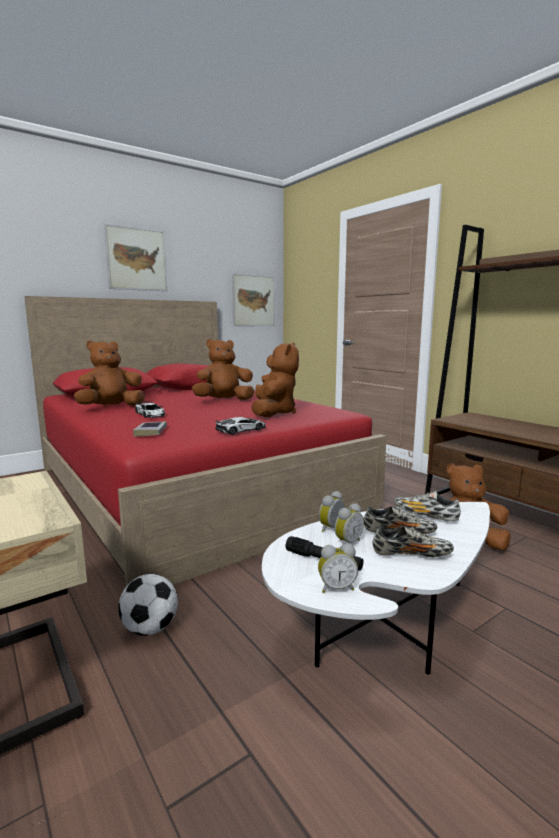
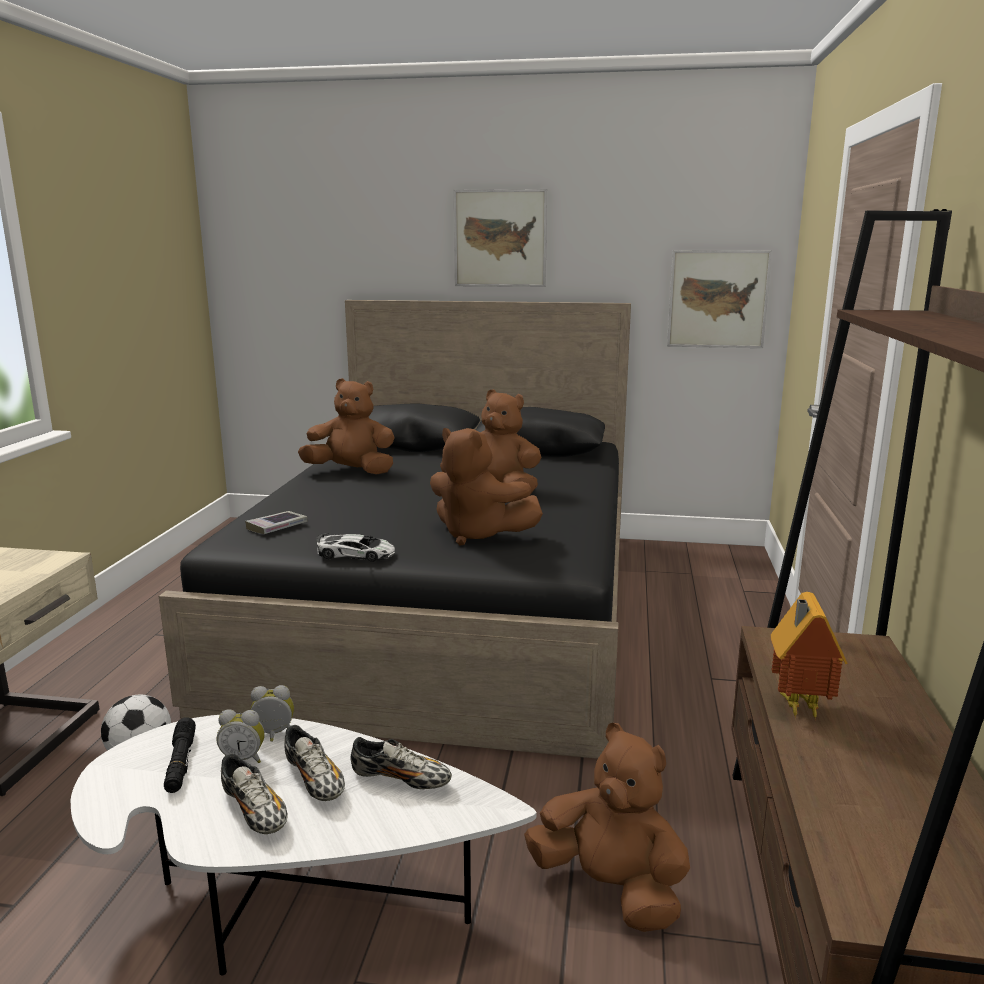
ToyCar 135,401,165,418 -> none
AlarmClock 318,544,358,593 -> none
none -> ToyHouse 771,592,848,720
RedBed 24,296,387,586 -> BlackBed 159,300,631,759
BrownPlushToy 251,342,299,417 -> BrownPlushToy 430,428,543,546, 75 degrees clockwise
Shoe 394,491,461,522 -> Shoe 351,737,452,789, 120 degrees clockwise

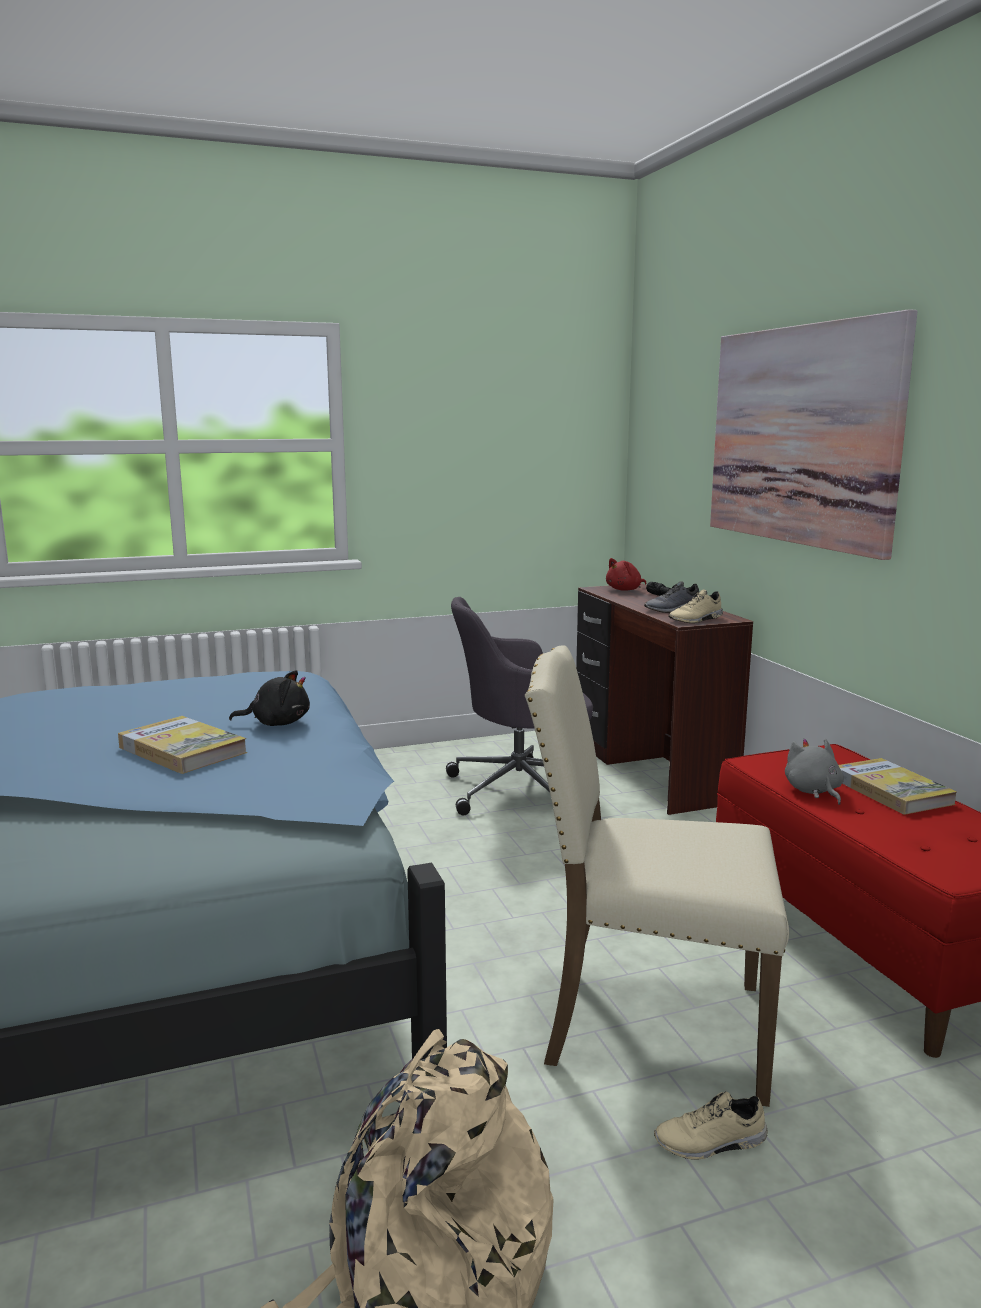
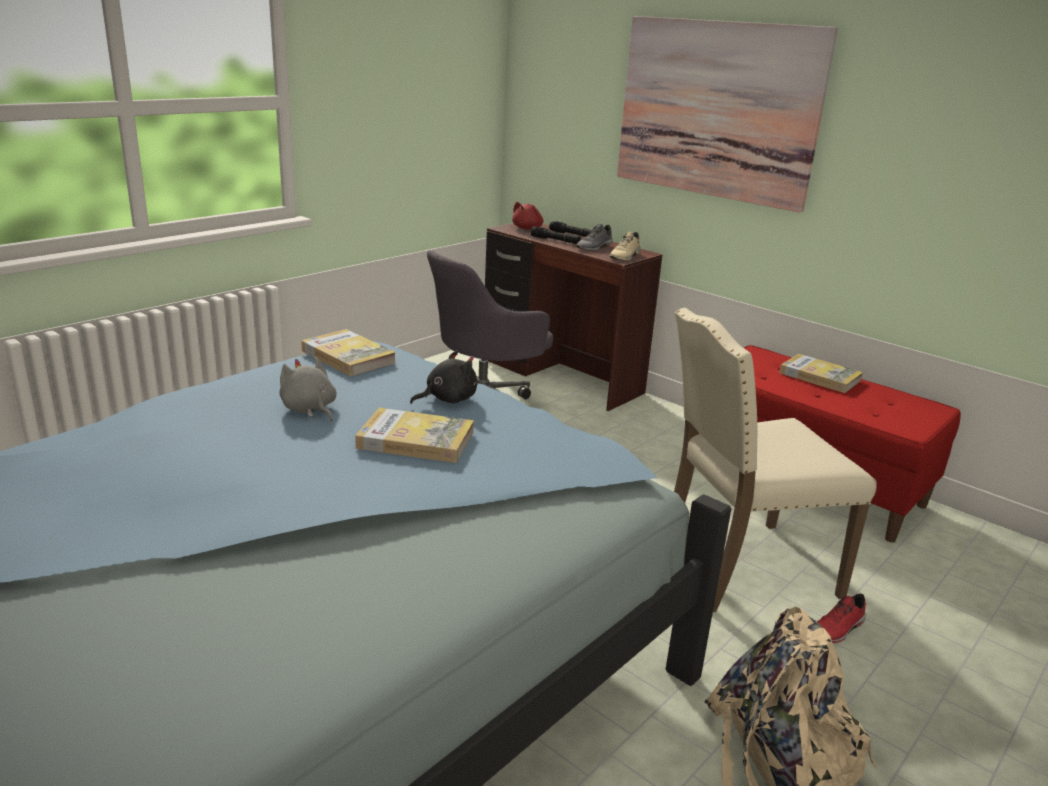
none -> Book 301,329,396,376
none -> BlackFlashlight 531,226,580,244
GreyPlushToy 785,739,844,805 -> GreyPlushToy 279,357,336,421, relocated
BeigeShoe 654,1091,768,1160 -> RedShoe 817,593,866,643

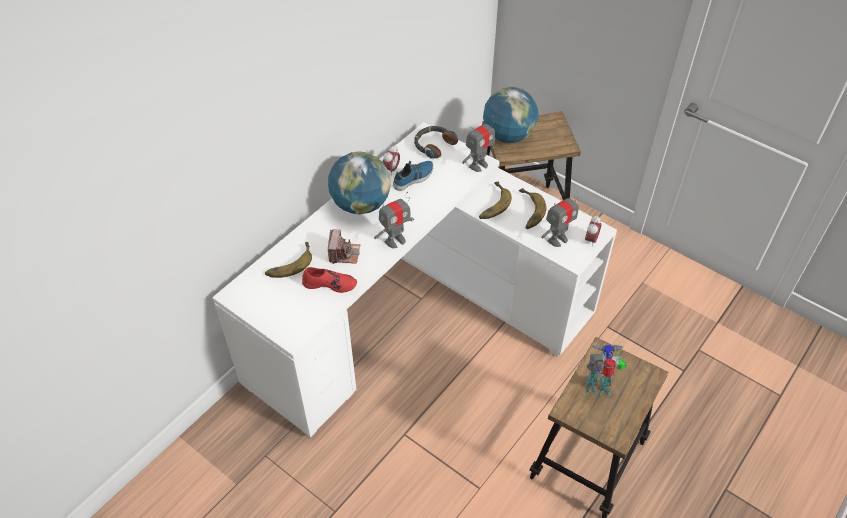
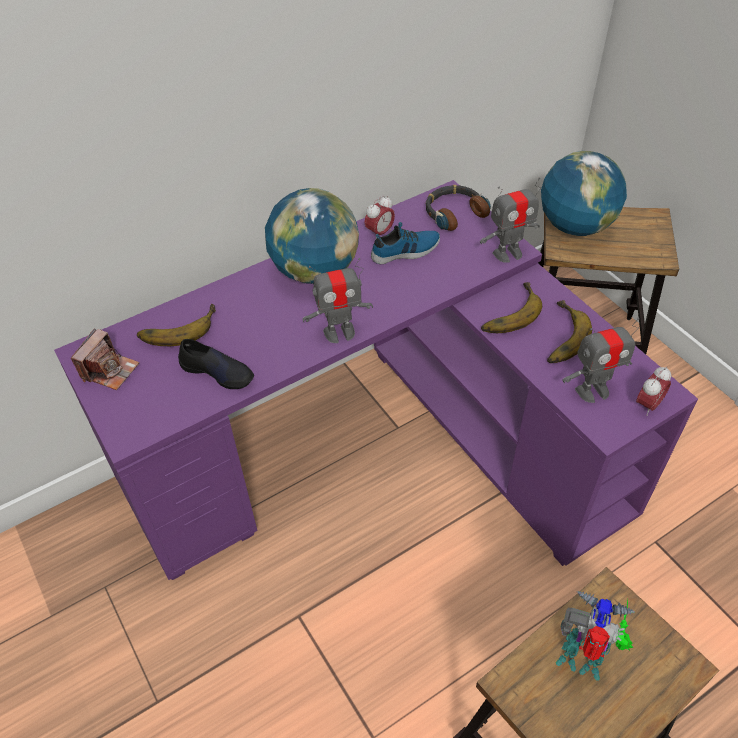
PhotoCamera 328,229,360,264 -> PhotoCamera 71,328,139,390, relocated
WhiteDesk 212,122,617,438 -> PurpleDesk 54,180,698,580
RedShoe 302,267,357,293 -> BlackShoe 178,339,254,389

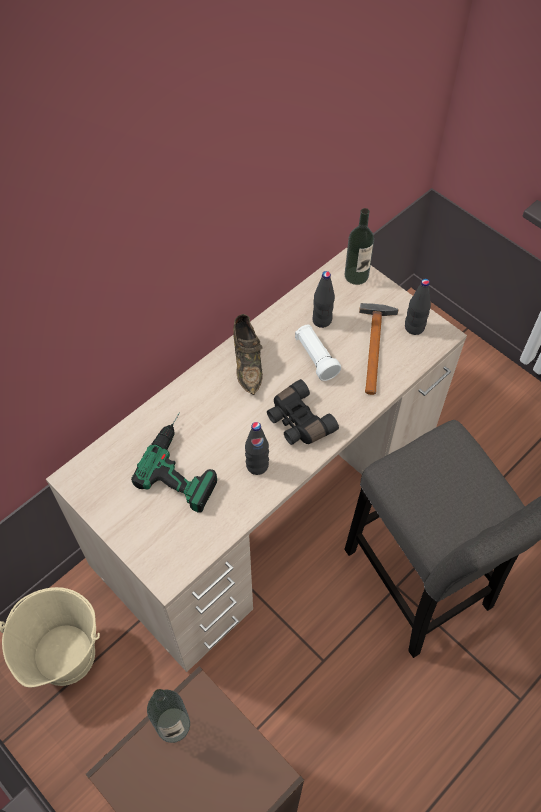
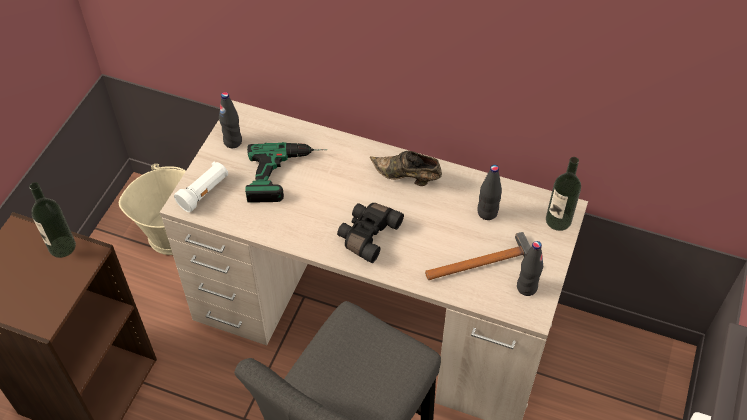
BlackBottle 245,422,269,475 -> BlackBottle 219,92,242,148, relocated
WhiteFlashlight 295,325,341,381 -> WhiteFlashlight 174,162,228,212, relocated
BrownShoe 233,314,263,395 -> BrownShoe 370,151,442,186, 60 degrees clockwise

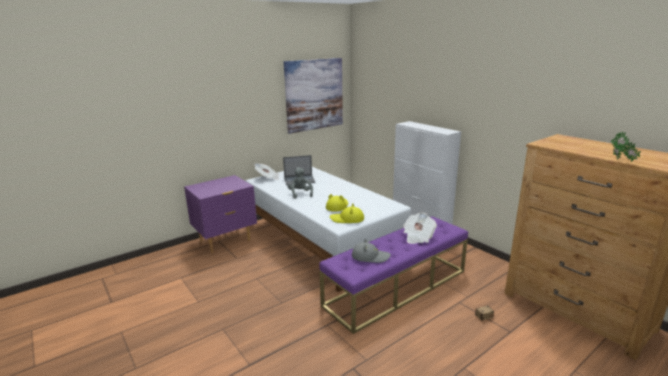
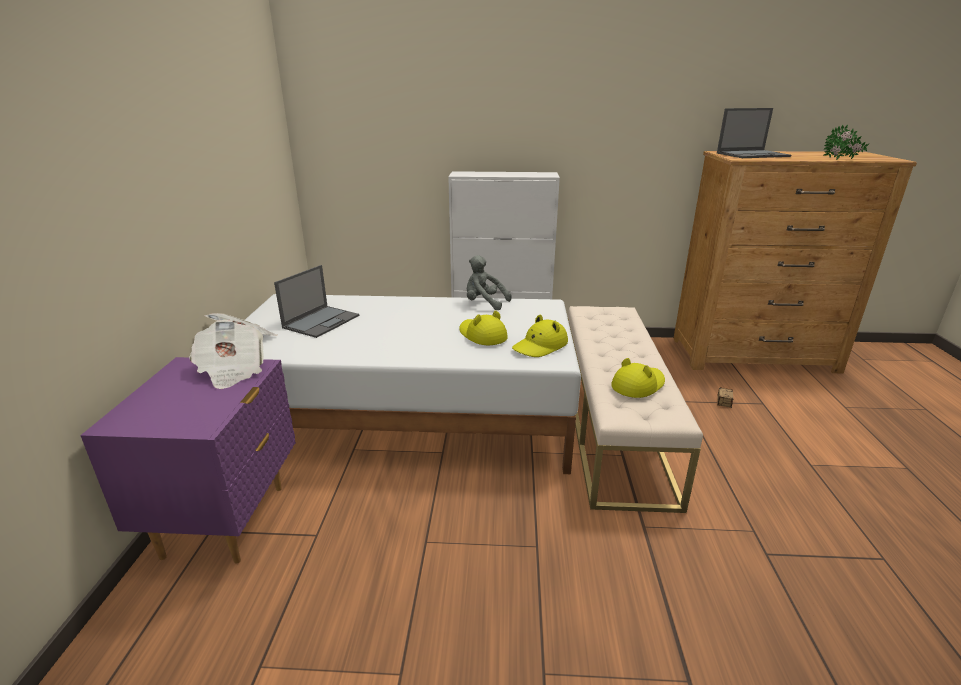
Picture 284,58,343,134 -> none
none -> Laptop 717,108,791,158
GreyPlushToy 288,167,313,199 -> GreyPlushToy 467,255,512,310, relocated
Newspaper 403,213,437,244 -> Newspaper 189,320,264,389, relocated
PurpleBench 319,216,468,334 -> BeigeBench 568,306,703,513
GreyHat 352,238,391,263 -> YellowHat 611,358,665,398

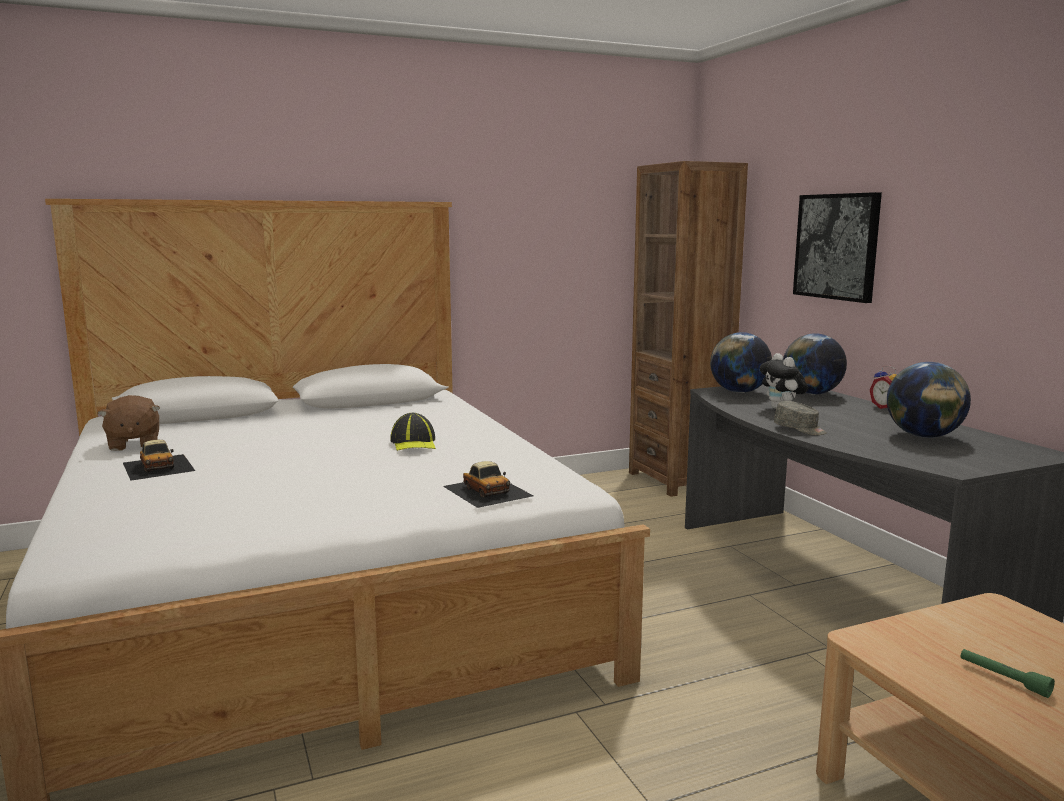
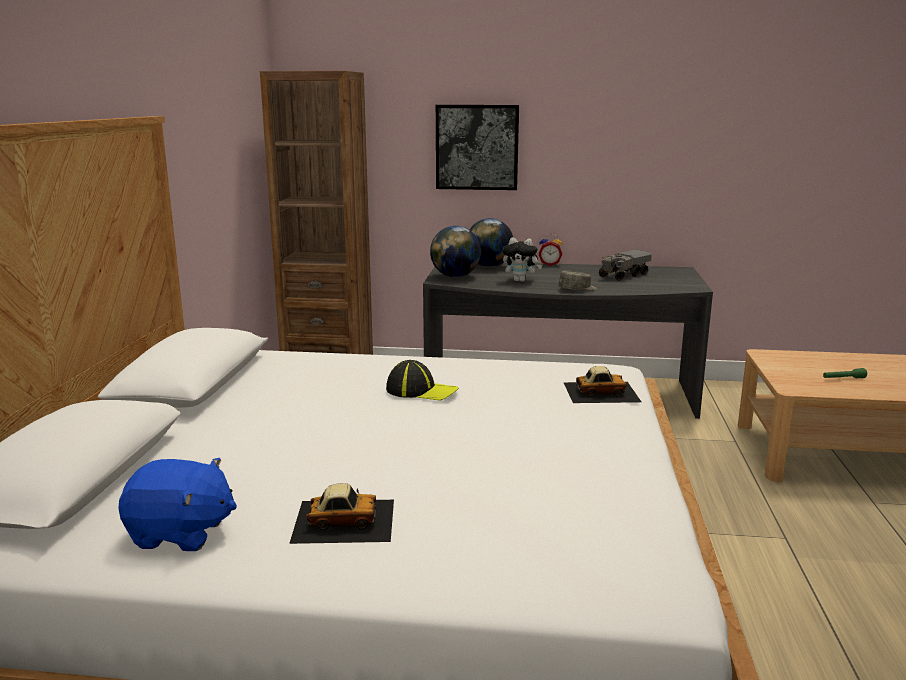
Globe 887,362,971,438 -> ToyTruck 599,249,652,281
BrownPlushToy 98,395,160,451 -> BluePlushToy 119,458,237,551

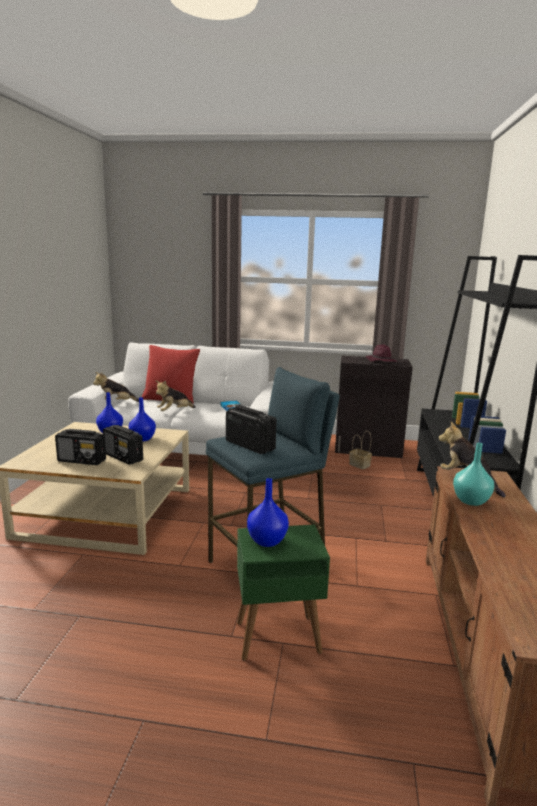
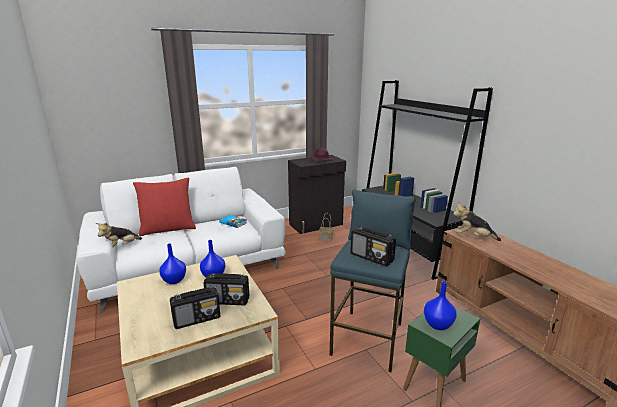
PlushToy 156,380,196,411 -> none
TurquoiseVase 453,443,494,506 -> none
Radio 226,405,277,454 -> Radio 350,226,396,266, 150 degrees counterclockwise

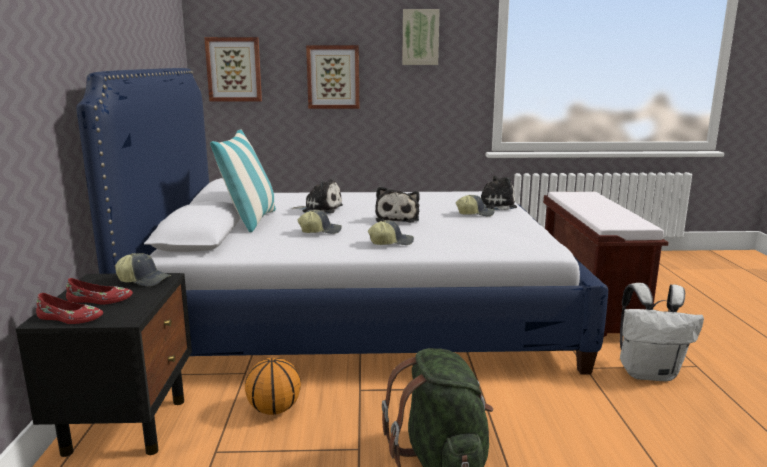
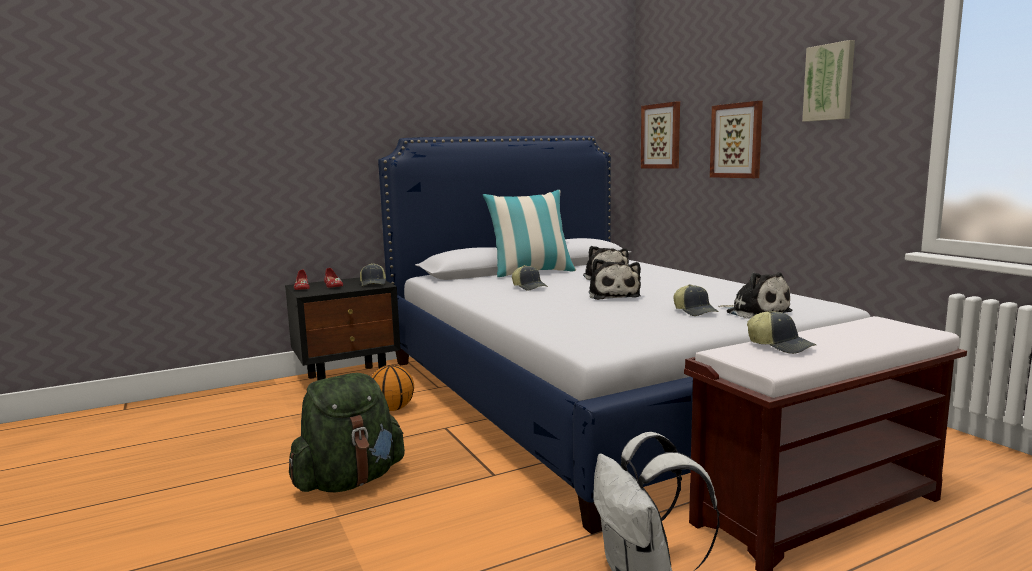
Cap 368,220,414,245 -> Cap 747,310,816,354, relocated
PlushToy 375,186,420,222 -> PlushToy 589,259,641,300, 75 degrees counterclockwise

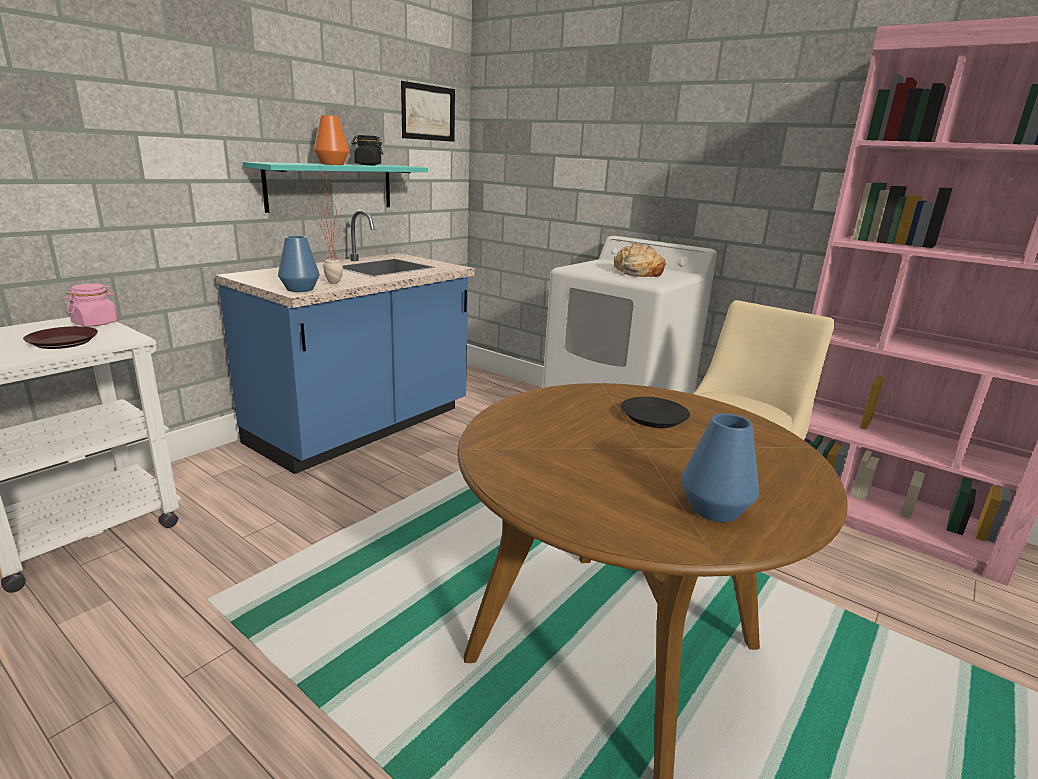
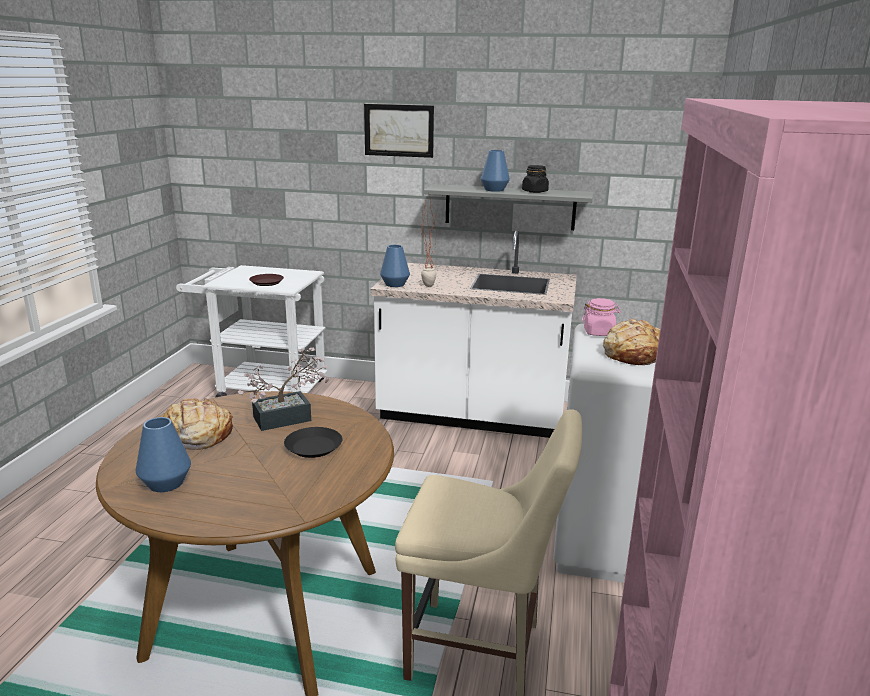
none -> Bread 163,398,233,450
none -> PottedPlant 238,348,329,431
PinkJar 66,283,118,327 -> PinkJar 582,298,621,336, relocated
Picture 401,81,455,142 -> Picture 364,104,434,158, relocated
BlueCounter 215,210,475,474 -> WhiteCounter 371,230,577,438
TurquoiseShelf 243,162,428,213 -> GreyShelf 424,184,593,230
OrangeVase 314,115,349,165 -> BlueVase 481,150,510,192

